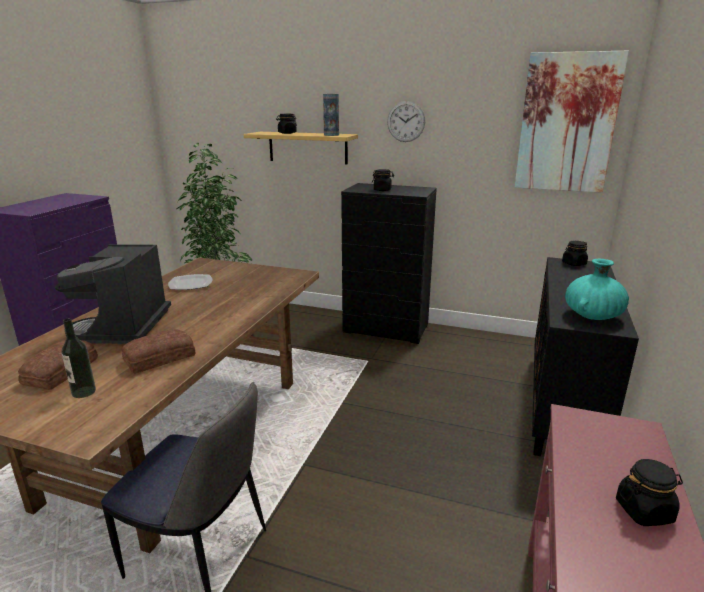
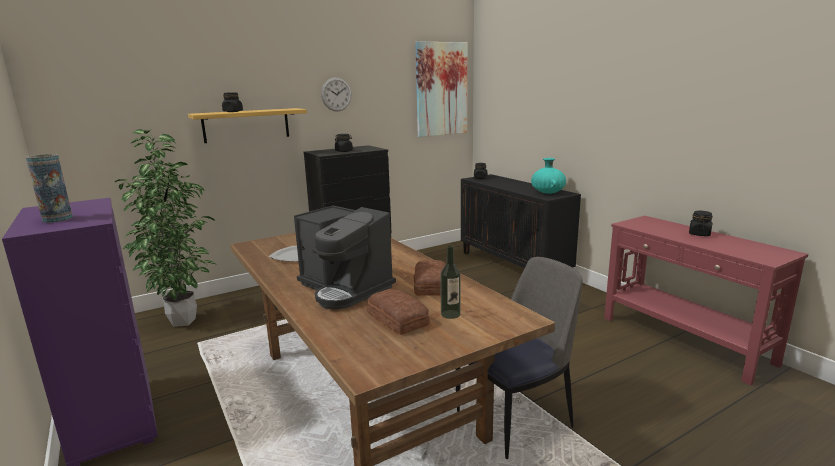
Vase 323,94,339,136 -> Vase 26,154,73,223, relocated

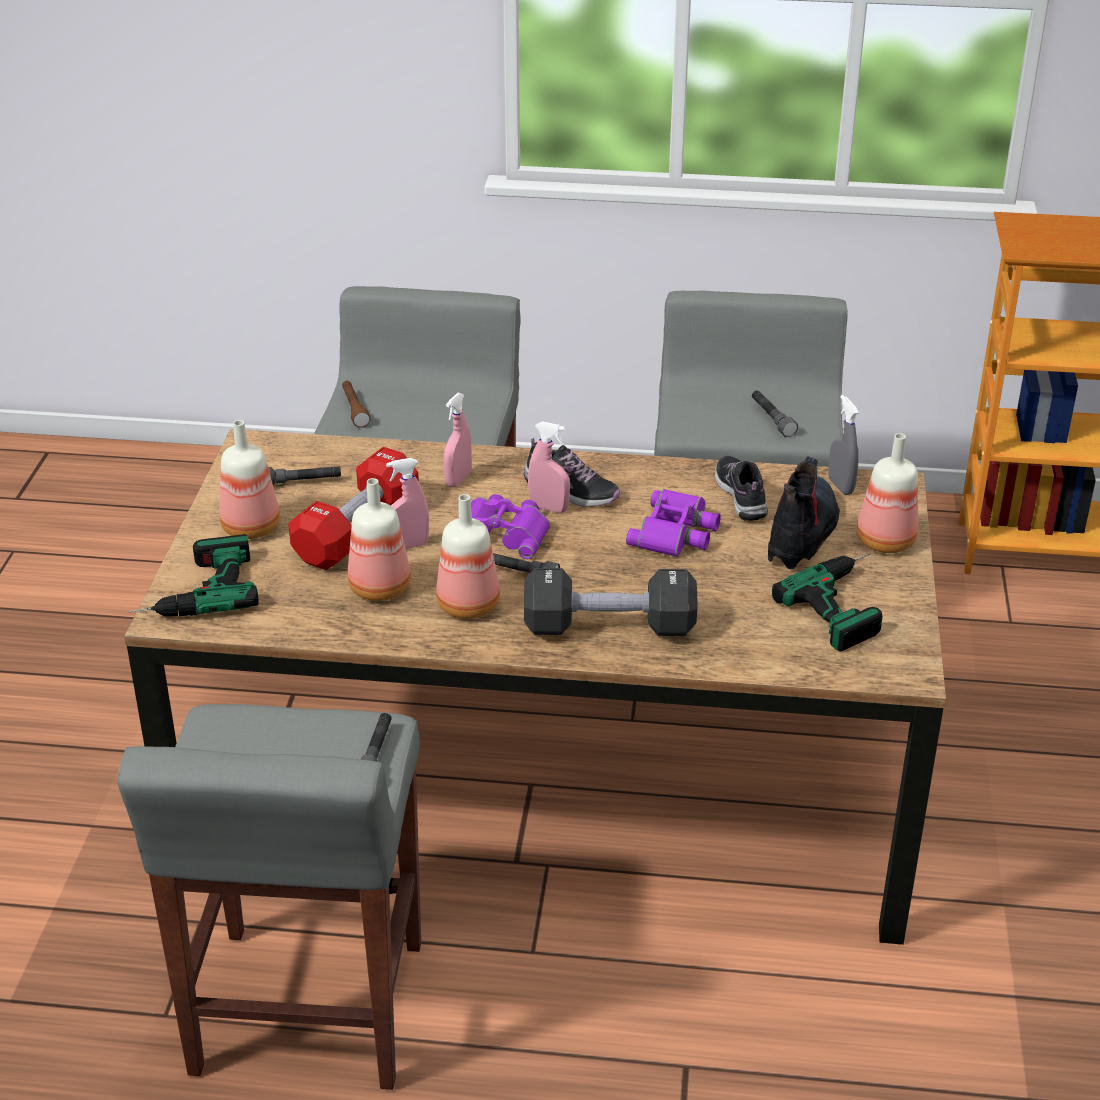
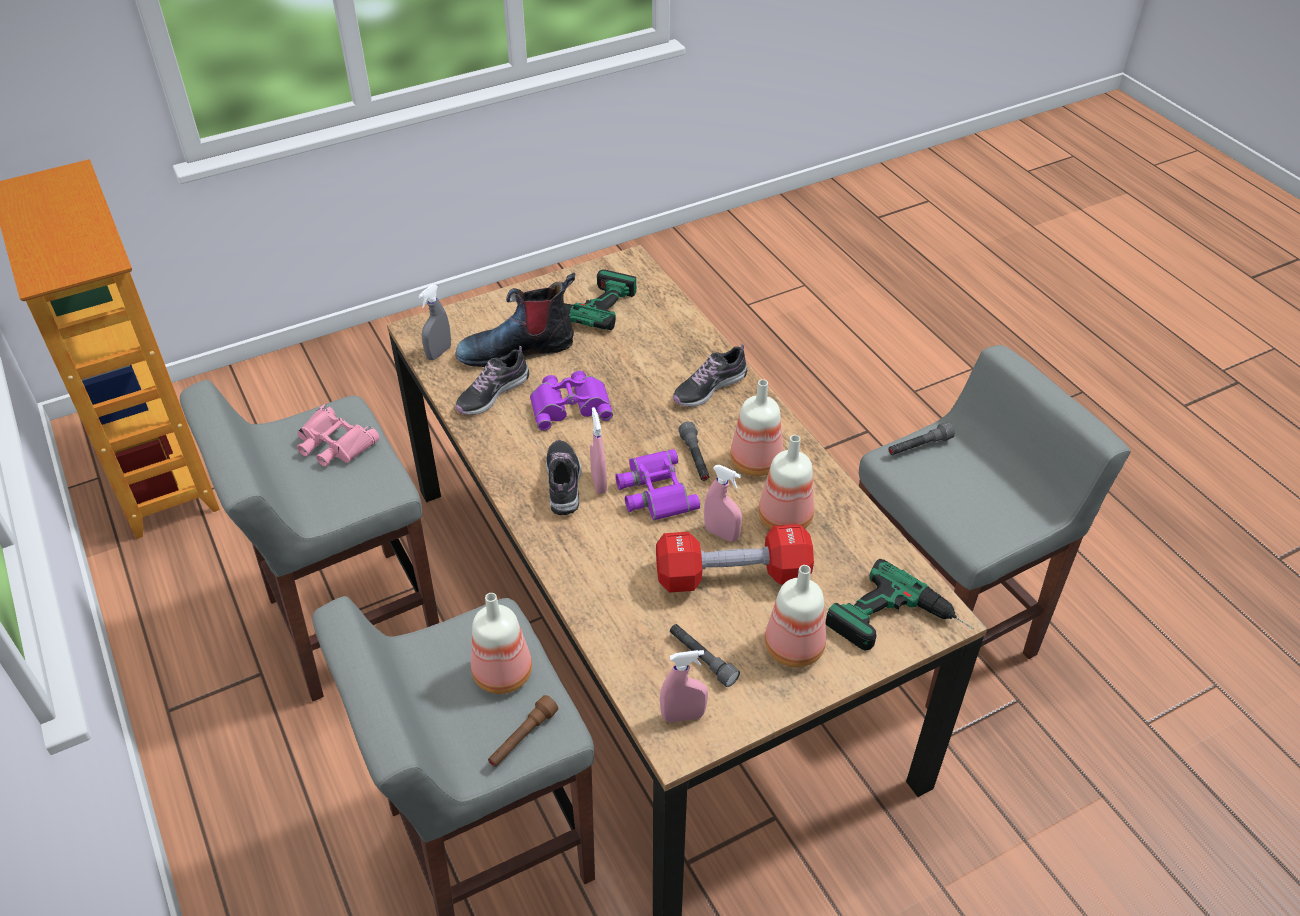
PinkSprayBottle 444,393,472,487 -> PinkSprayBottle 660,650,708,723, relocated
Bottle 856,433,918,553 -> Bottle 471,593,532,694, relocated
BlackDumbbell 524,568,697,636 -> Shoe 673,343,747,407
GreyFlashlight 752,391,798,437 -> PinkBinoculars 297,404,379,467

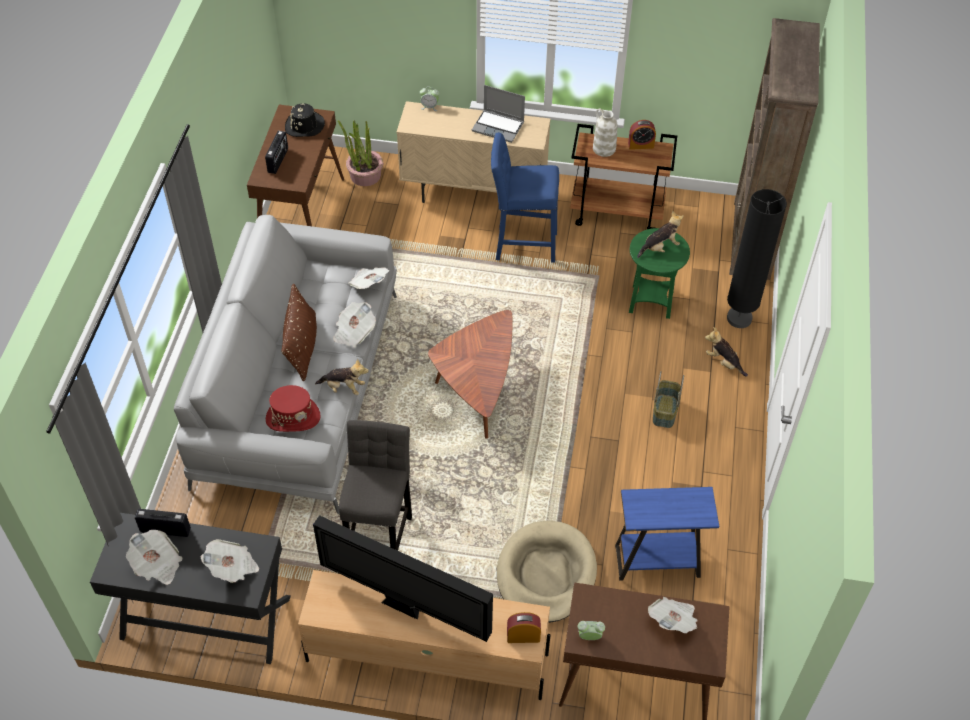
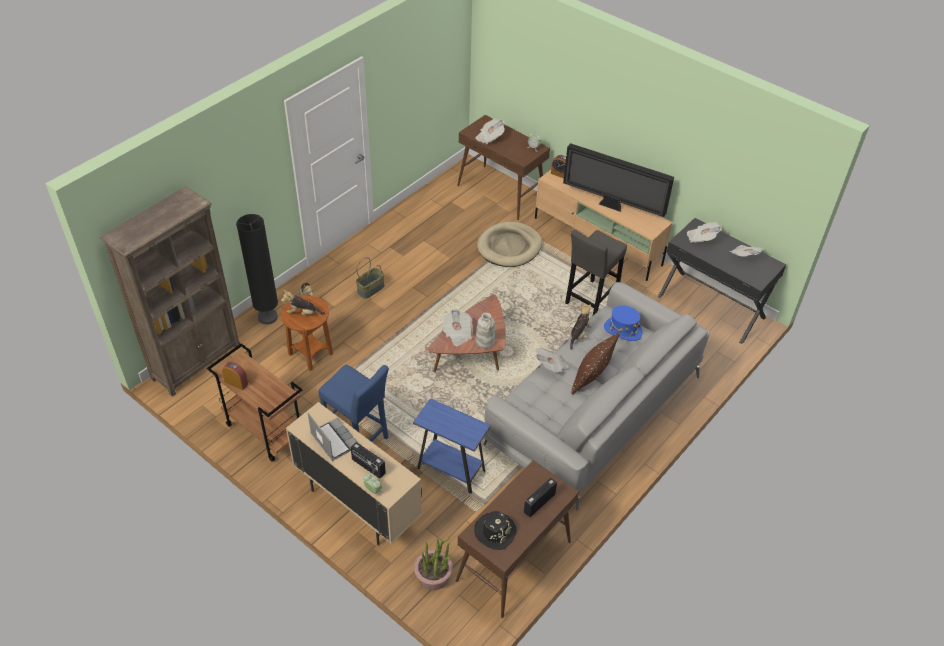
Radio 135,509,191,537 -> Radio 351,442,386,479, relocated
Newspaper 348,267,389,289 -> Newspaper 442,309,473,346, relocated
WhiteVase 593,108,617,157 -> WhiteVase 476,313,495,349, relocated
BlueSideTable 615,487,719,581 -> BlueSideTable 413,398,491,494, relocated
RedHat 266,385,321,432 -> BlueHat 604,305,643,341
GreenSideTable 629,228,690,319 -> BrownSideTable 281,296,333,371
Television 313,515,493,642 -> Television 563,143,674,217, 150 degrees clockwise
PlushToy 315,359,369,395 -> PlushToy 570,304,592,350, 75 degrees clockwise

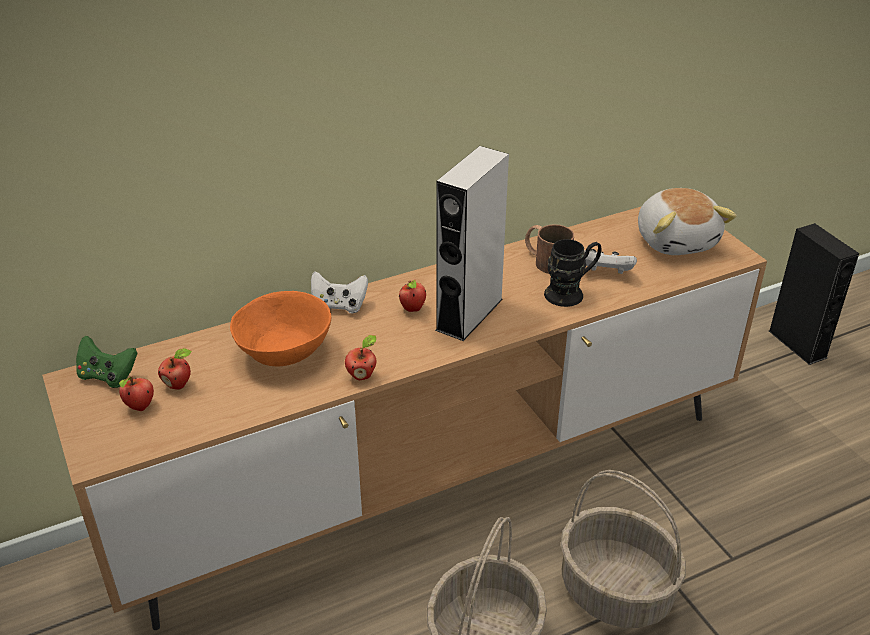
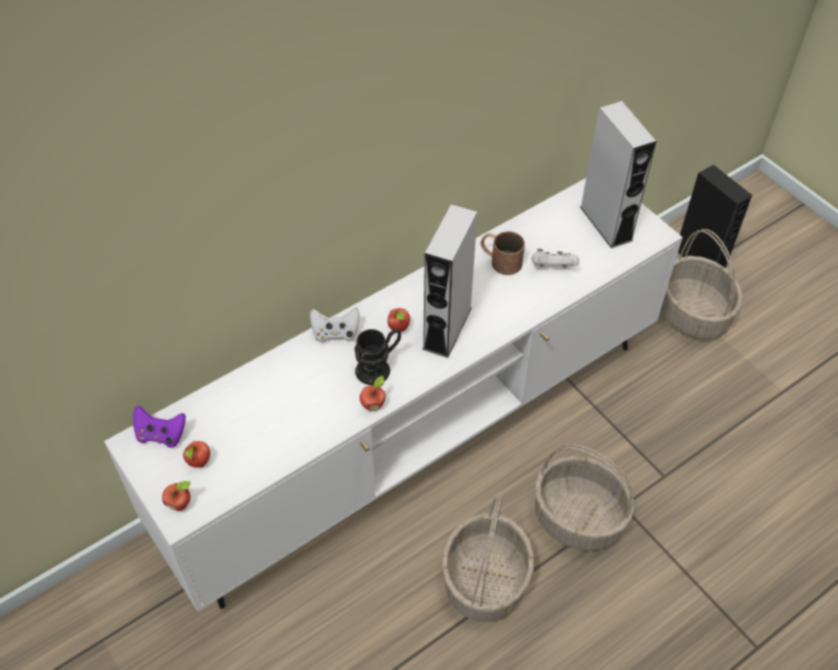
OrangeBowl 230,291,331,366 -> none
none -> Basket 661,229,743,339
Apple 158,348,192,390 -> Apple 162,481,191,511, relocated
BlackMug 544,239,602,307 -> BlackMug 354,329,401,385, relocated
PlushToy 638,188,736,255 -> GreySpeaker 580,101,656,248
BrownTvStand 42,206,767,630 -> WhiteTvStand 104,178,683,612
GreenGameController 76,336,138,388 -> PurpleGameController 133,406,186,448

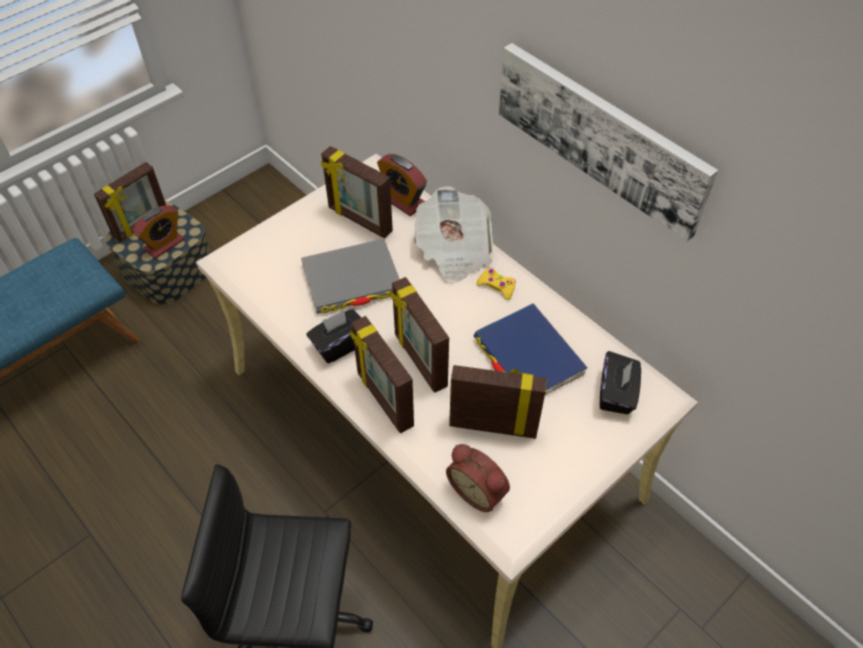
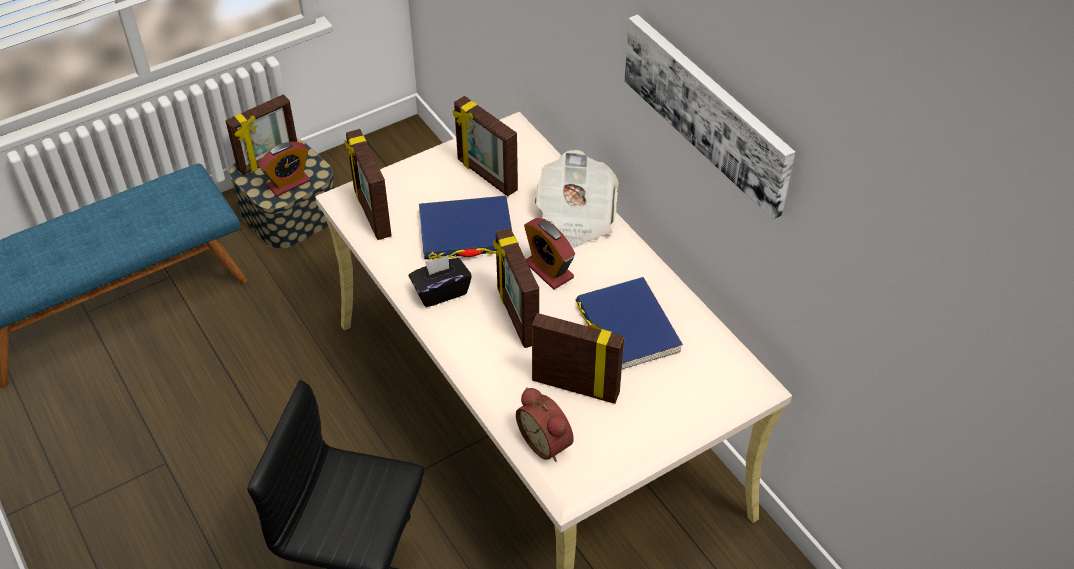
YellowGameController 476,268,516,300 -> none
BlackTissueBox 600,351,641,414 -> none
PictureFrame 350,316,414,433 -> PictureFrame 345,129,392,240, relocated
AlarmClock 377,154,427,216 -> AlarmClock 524,218,575,289, relocated
GreyBook 301,239,399,314 -> BlueBook 419,196,512,260

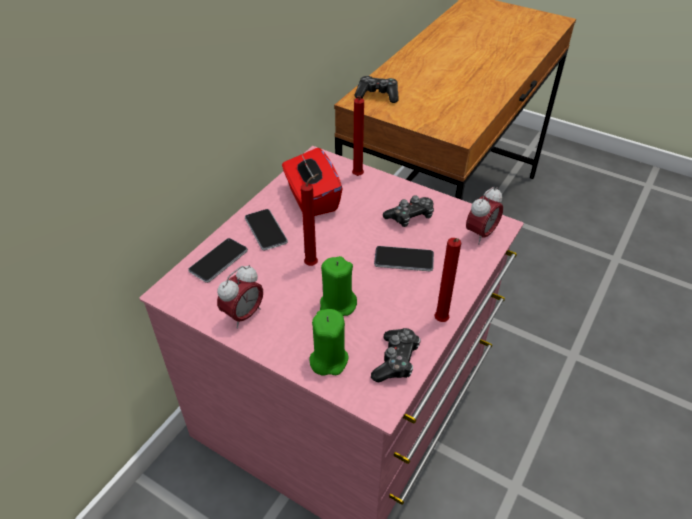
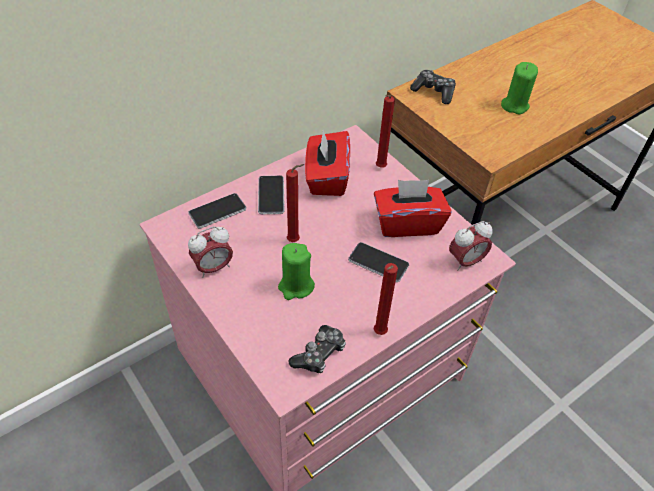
GreenCandle 310,309,349,375 -> GreenCandle 501,62,538,114, relocated
GameController 383,195,434,227 -> RedTissueBox 374,180,452,237

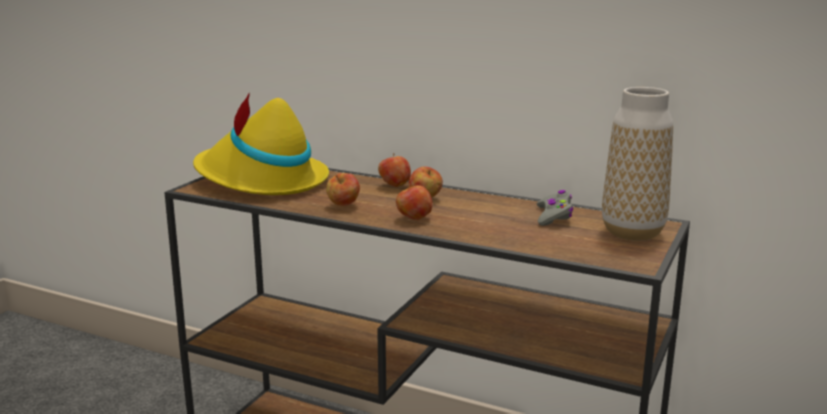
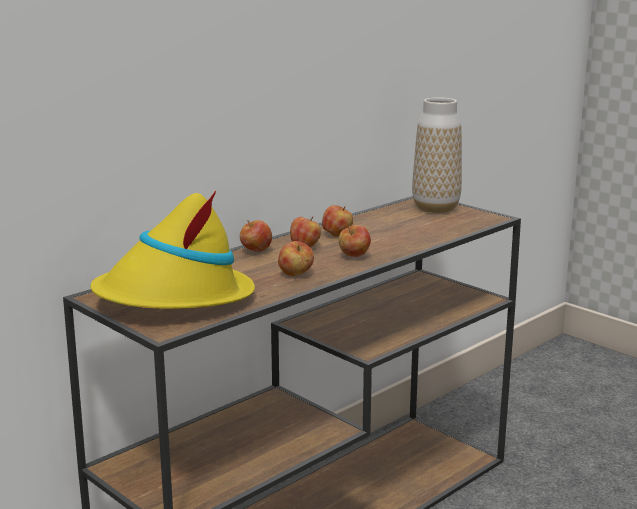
GreyGameController 537,190,573,226 -> none
none -> Apple 322,205,353,237

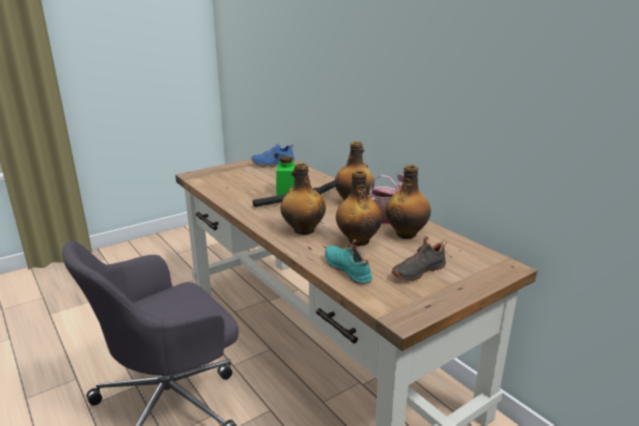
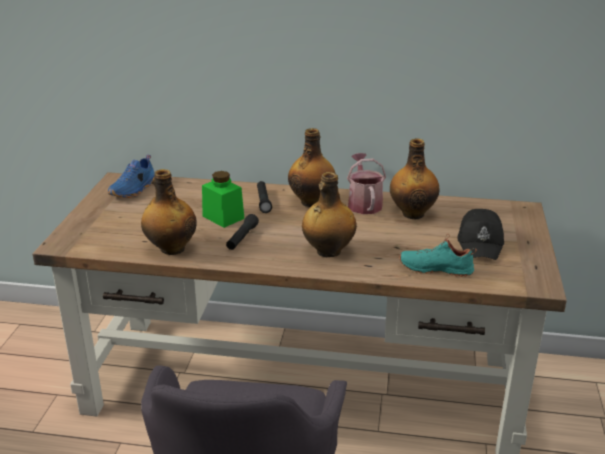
Bottle 336,170,382,246 -> Bottle 141,169,197,255, relocated
BlackShoe 392,236,446,281 -> BlackCap 458,209,504,260

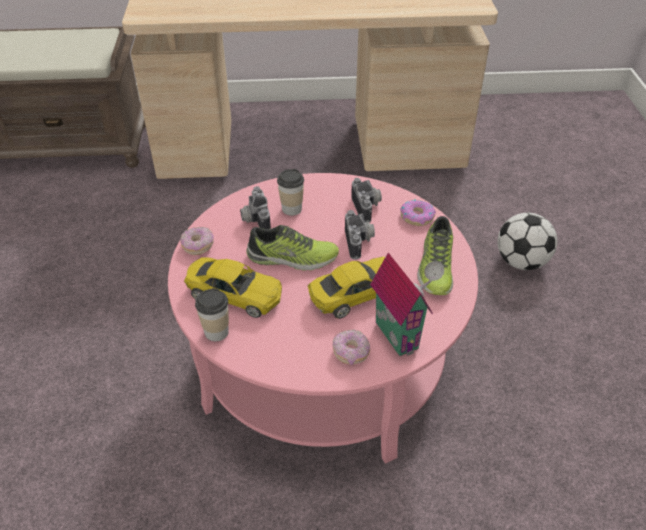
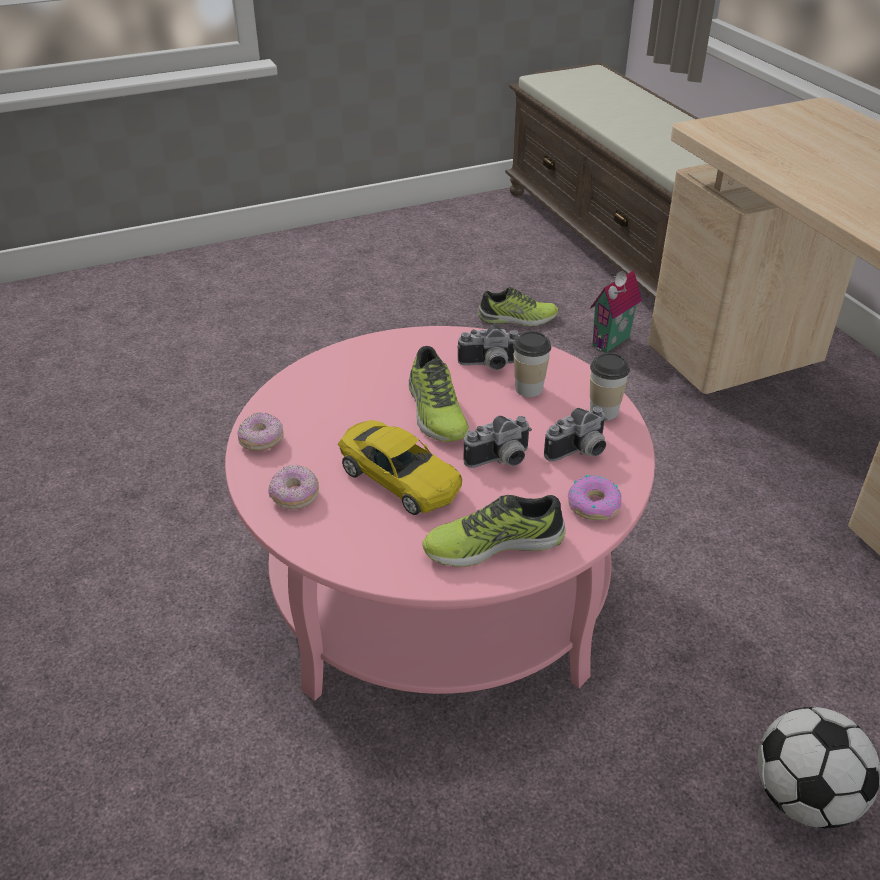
YellowToyCar 184,257,282,318 -> none
none -> Shoe 478,287,558,326
Donut 180,227,214,255 -> Donut 237,412,284,451, relocated
Cup 195,288,229,341 -> Cup 590,353,630,420, relocated
ToyHouse 370,253,444,356 -> ToyHouse 590,270,642,353, relocated
PhotoCamera 240,186,271,229 -> PhotoCamera 457,325,520,370, 150 degrees counterclockwise

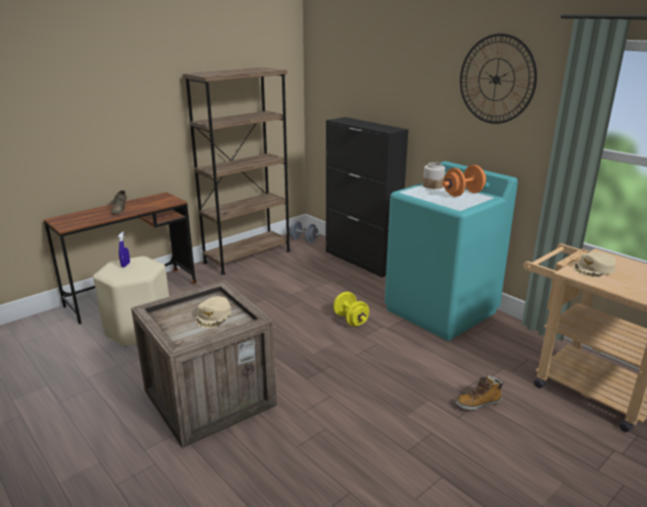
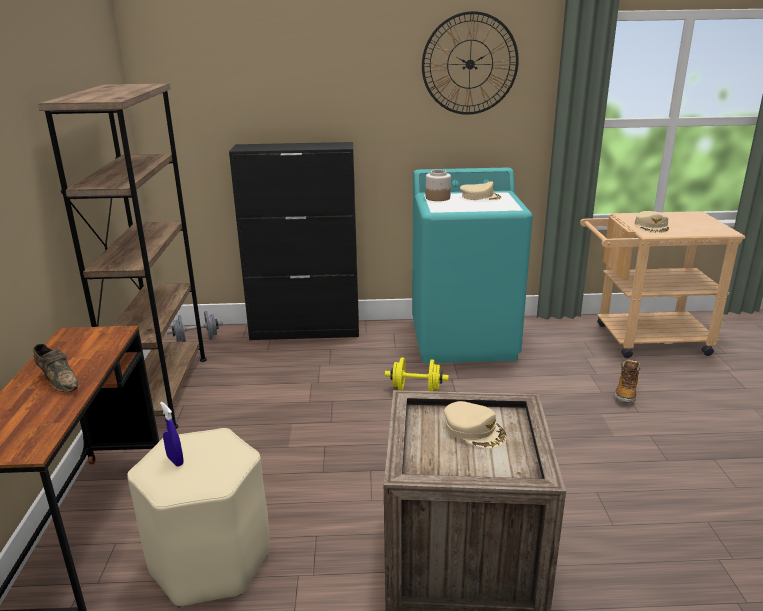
OrangeDumbbell 442,165,486,197 -> BeigeCap 460,181,502,200

